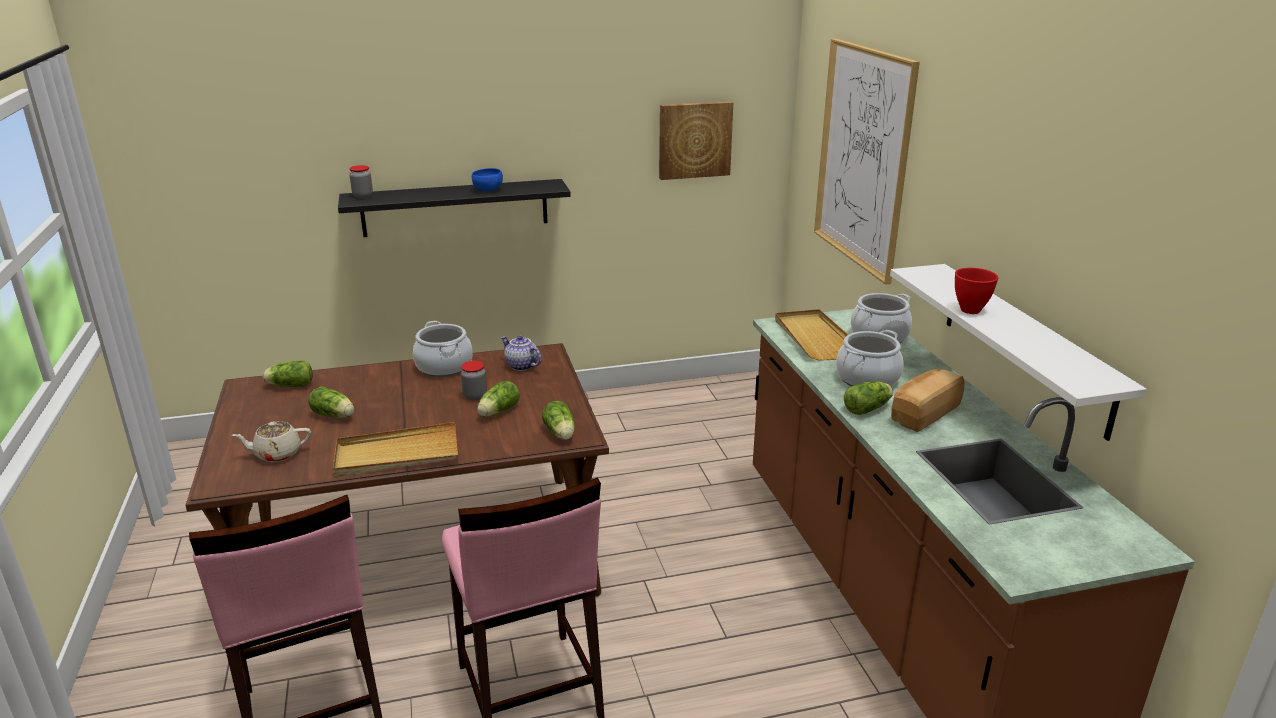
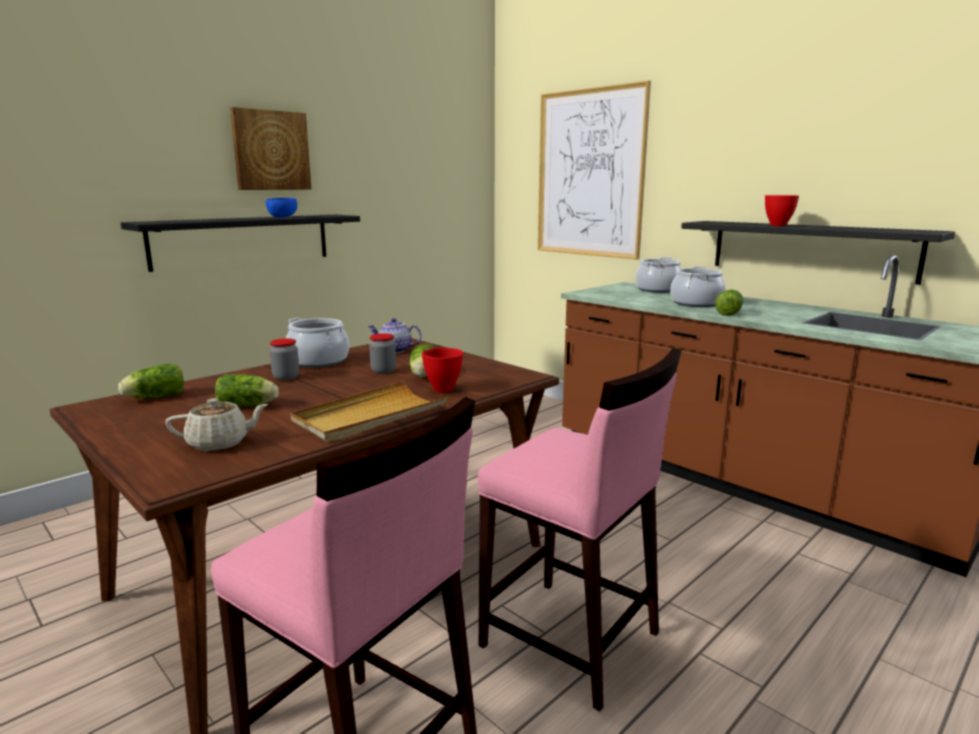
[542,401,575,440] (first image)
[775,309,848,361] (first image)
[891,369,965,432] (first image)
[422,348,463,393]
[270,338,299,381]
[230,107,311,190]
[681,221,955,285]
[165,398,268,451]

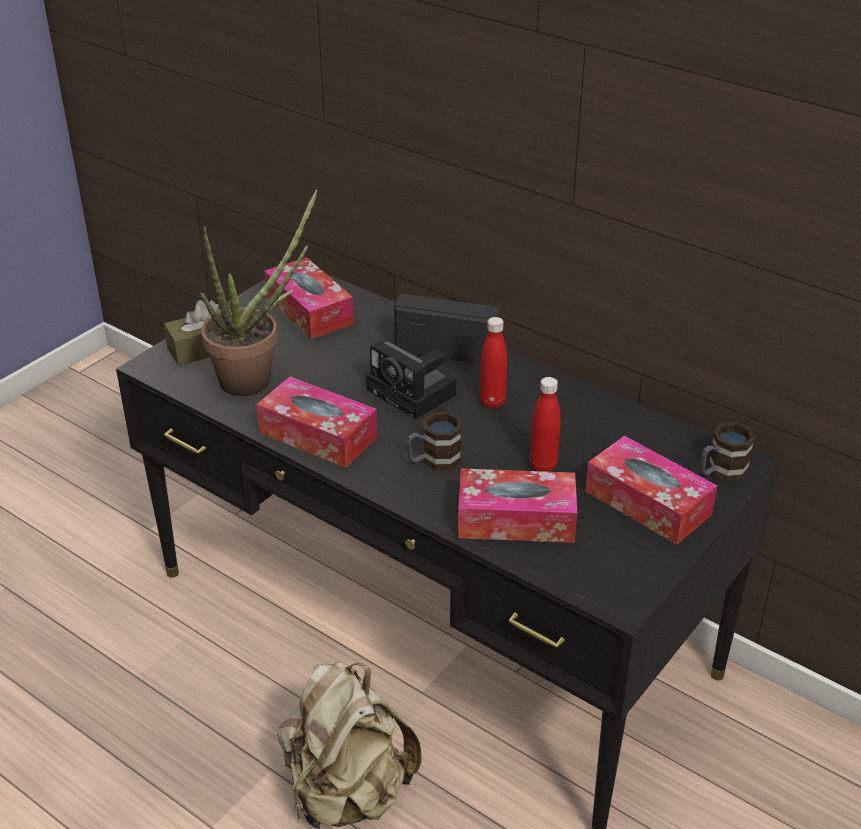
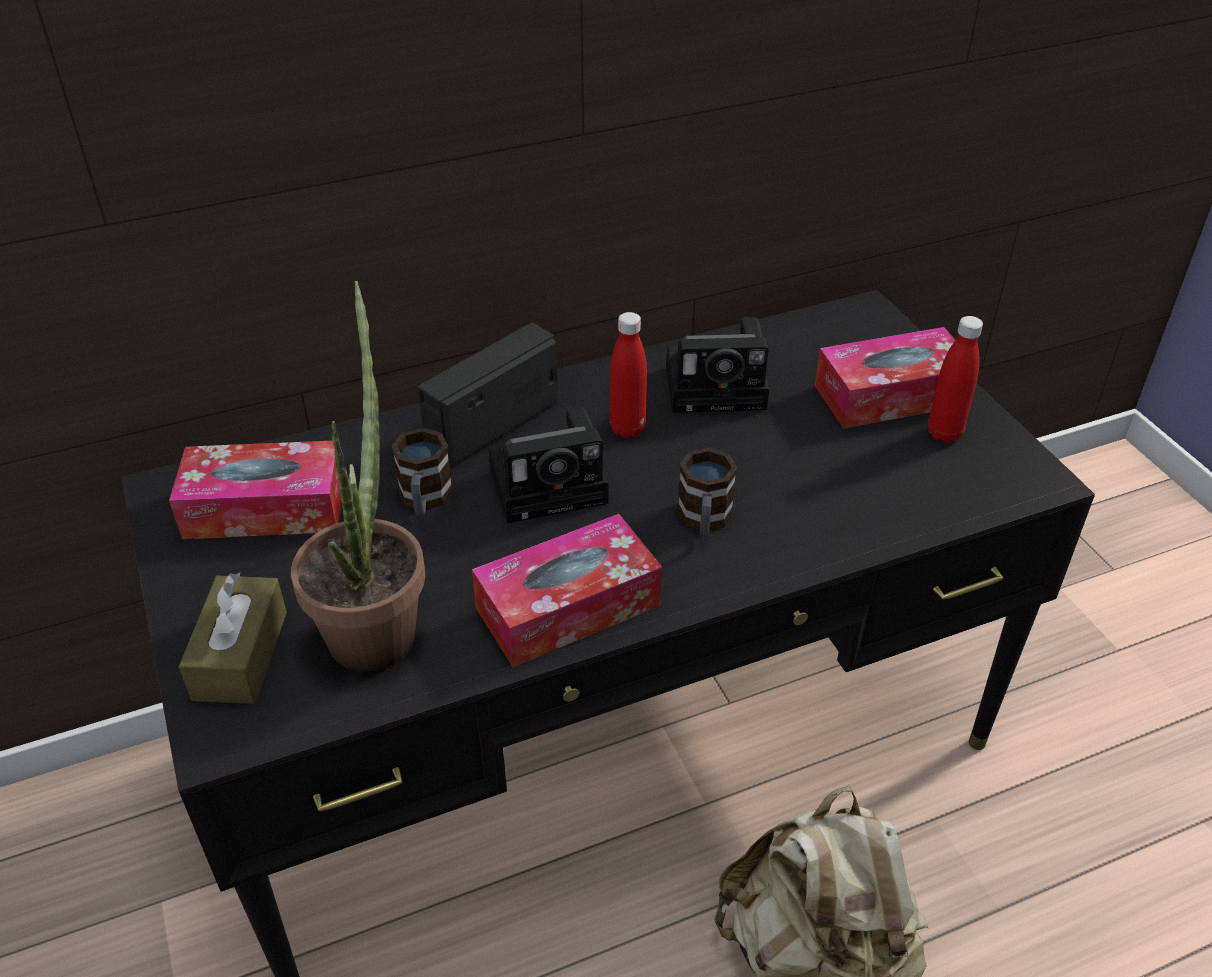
[458,468,577,543] (first image)
[666,317,769,413]
[928,316,983,443]
[392,428,453,516]

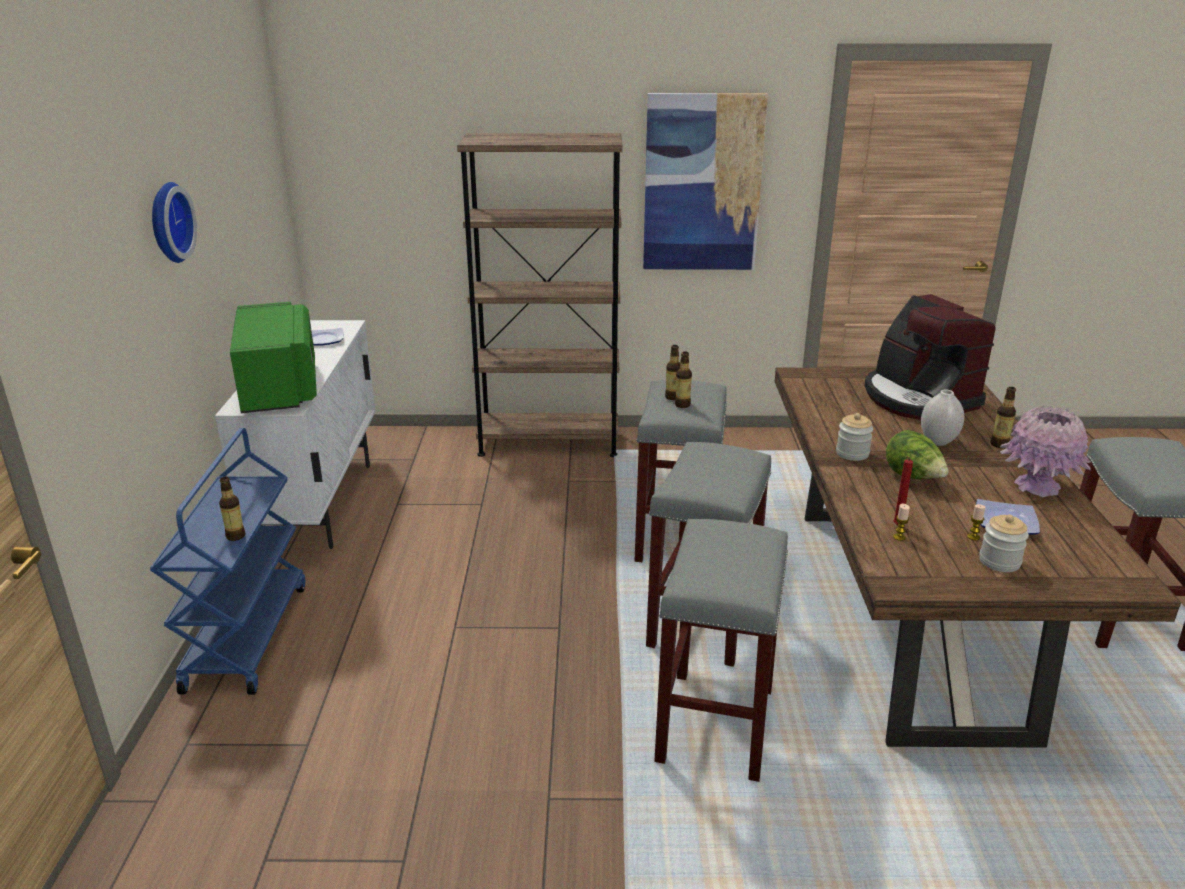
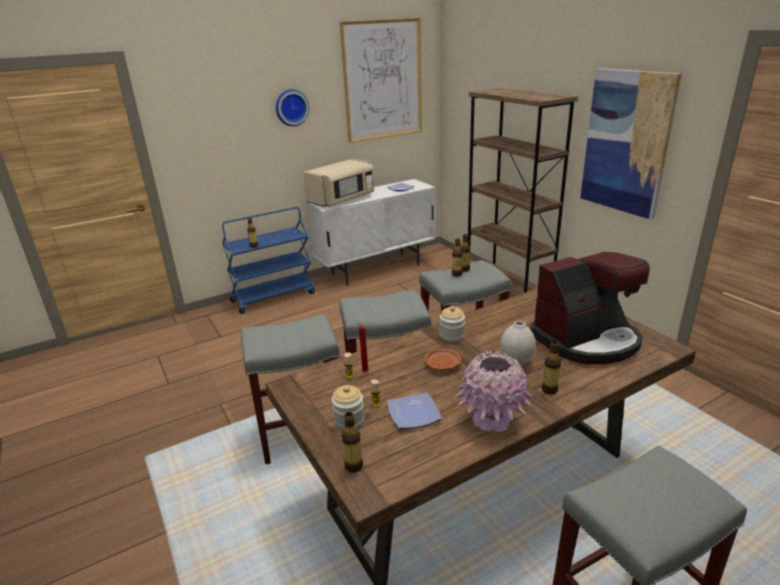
[340,18,422,143]
[342,412,363,473]
[424,348,461,370]
[303,159,374,207]
[530,252,650,364]

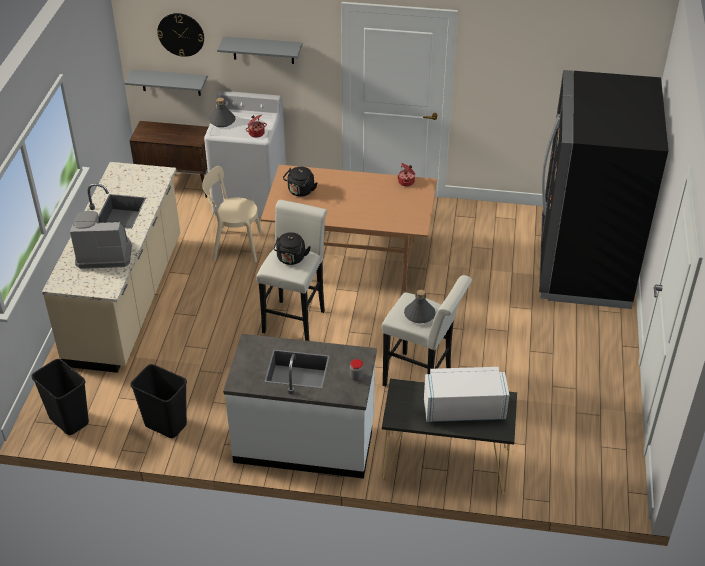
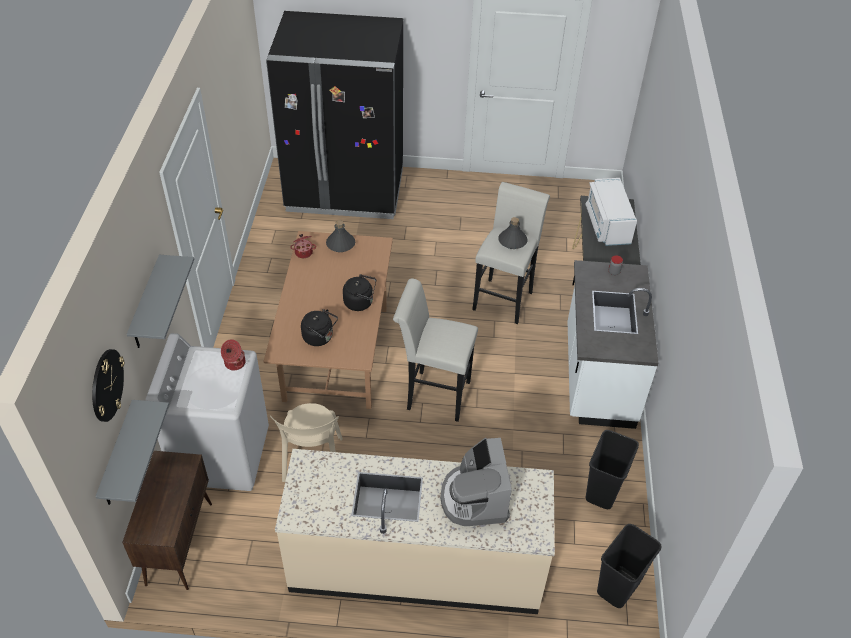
[326,220,355,252]
[343,274,376,311]

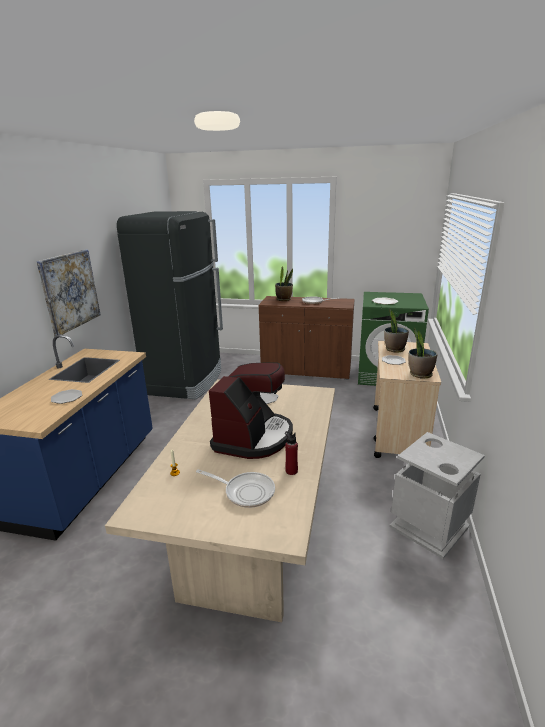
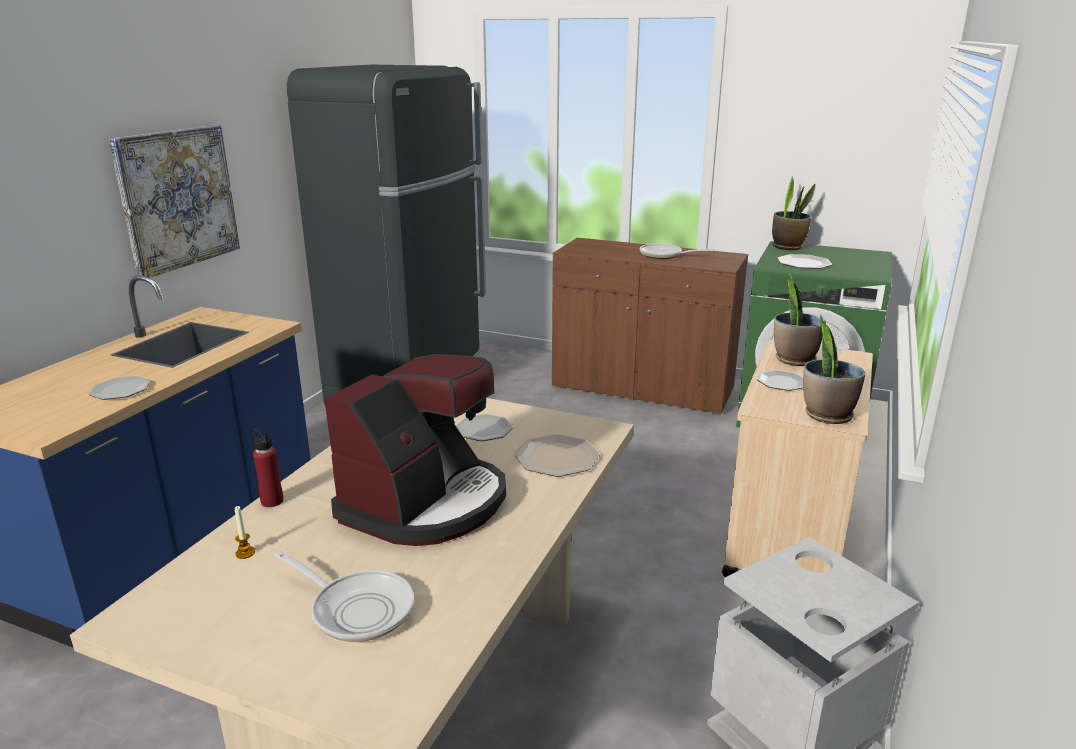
[514,434,600,477]
[772,176,816,250]
[251,428,283,507]

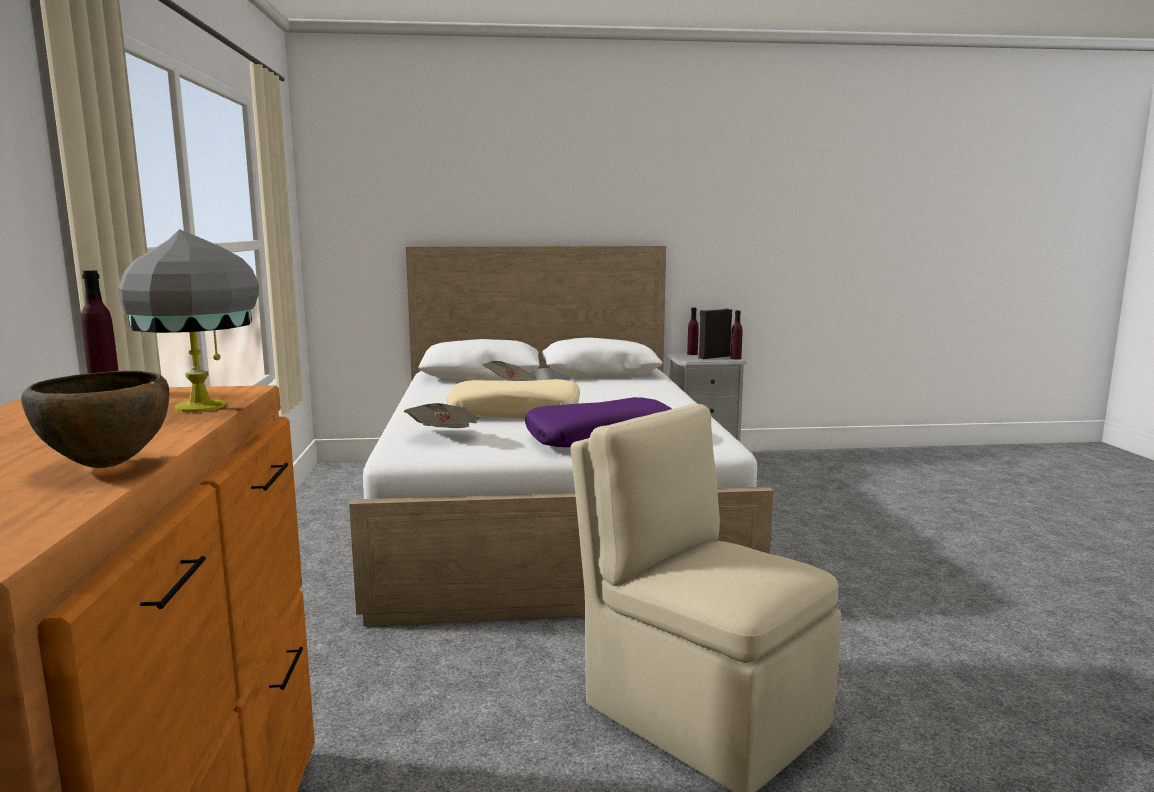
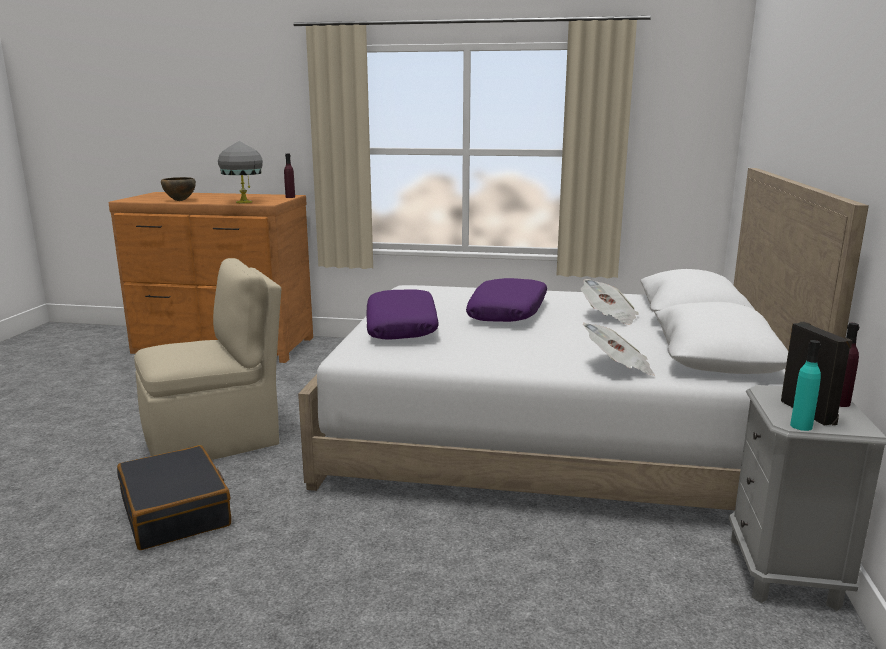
[117,445,231,550]
[583,323,656,376]
[466,278,547,322]
[790,340,821,431]

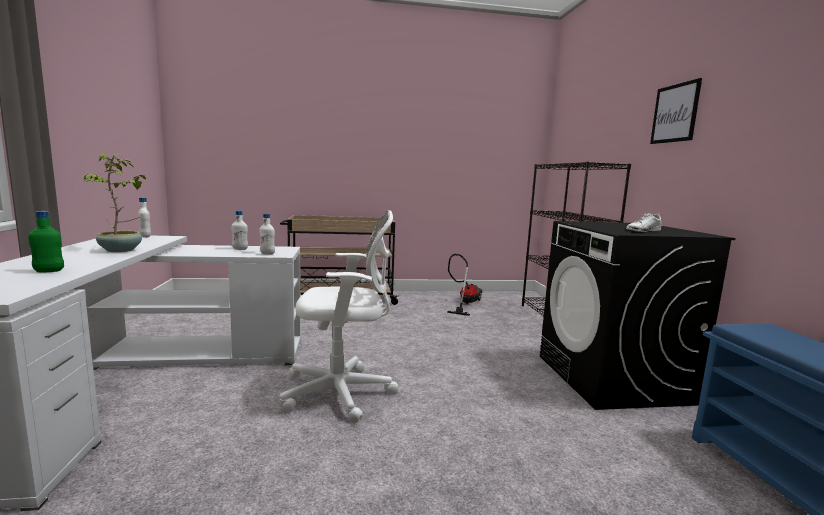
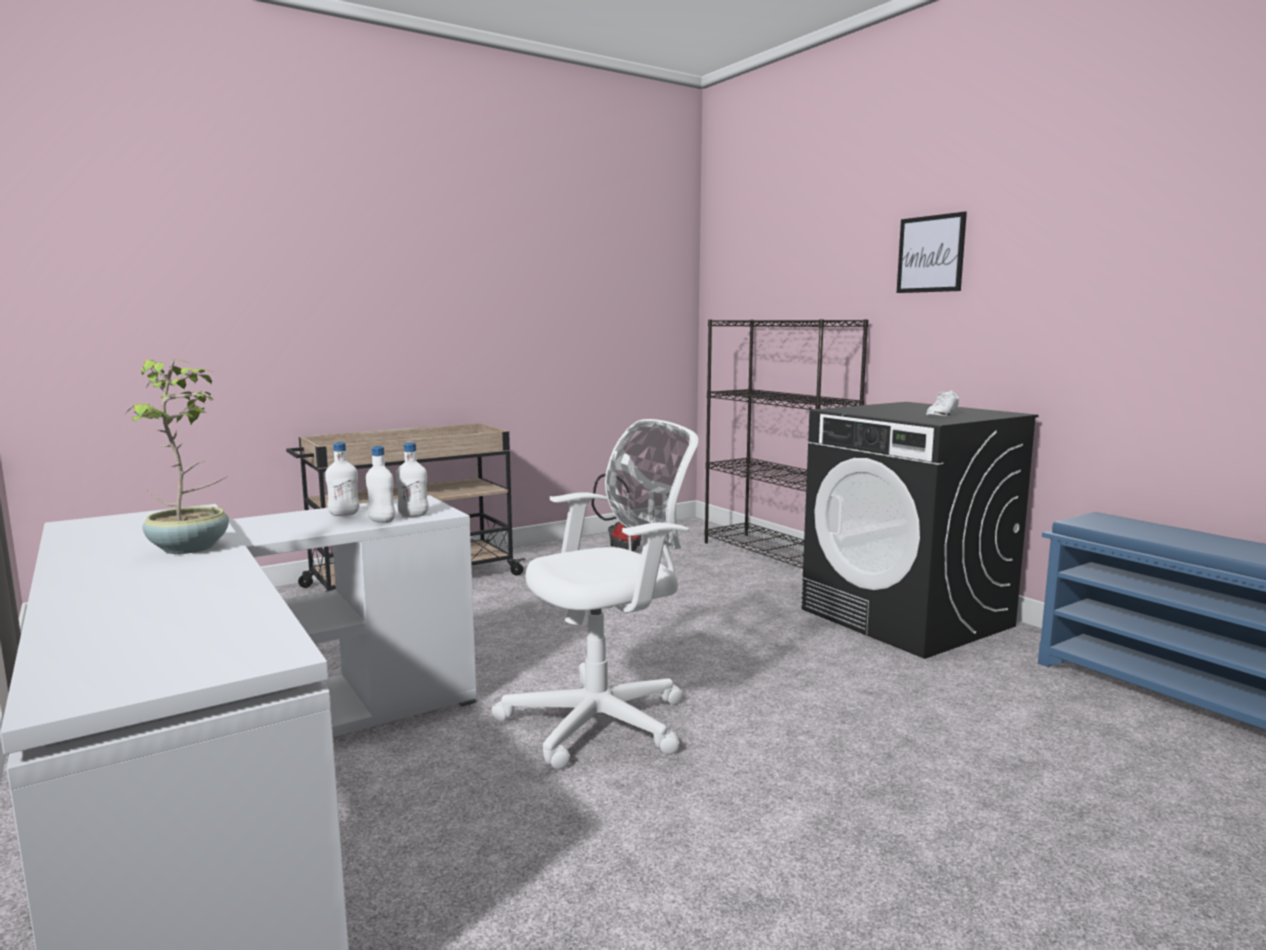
[28,211,64,273] (first image)
[366,446,395,523]

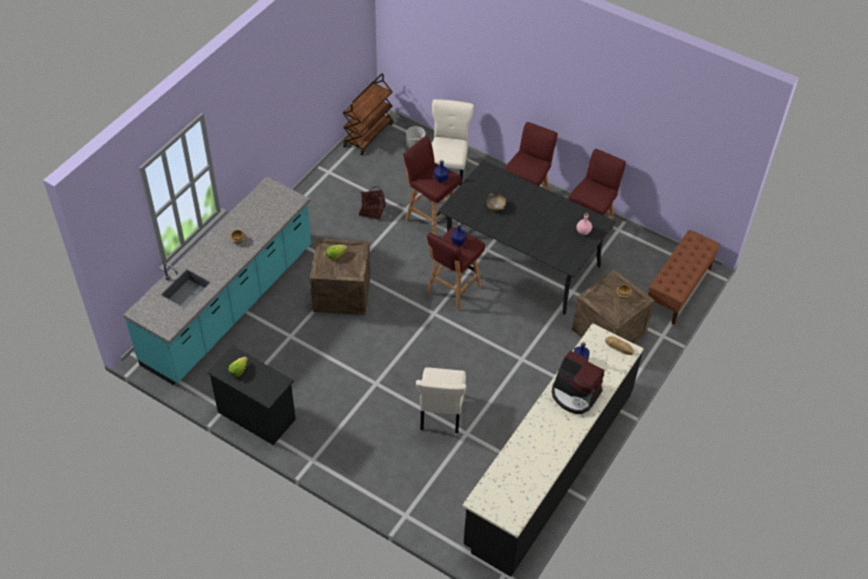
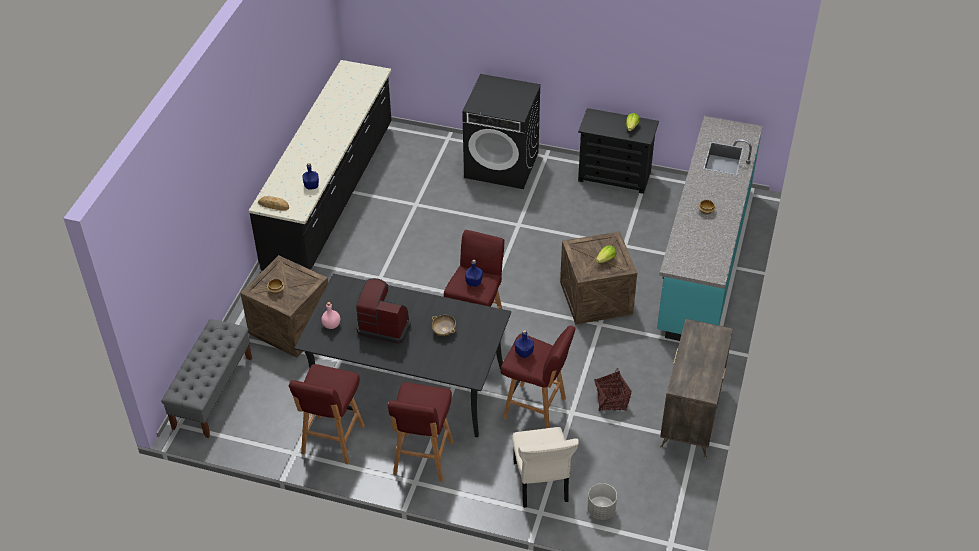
[343,73,393,155] (first image)
[416,367,466,433] (first image)
[462,74,541,189]
[660,319,733,458]
[356,278,411,344]
[161,319,252,438]

